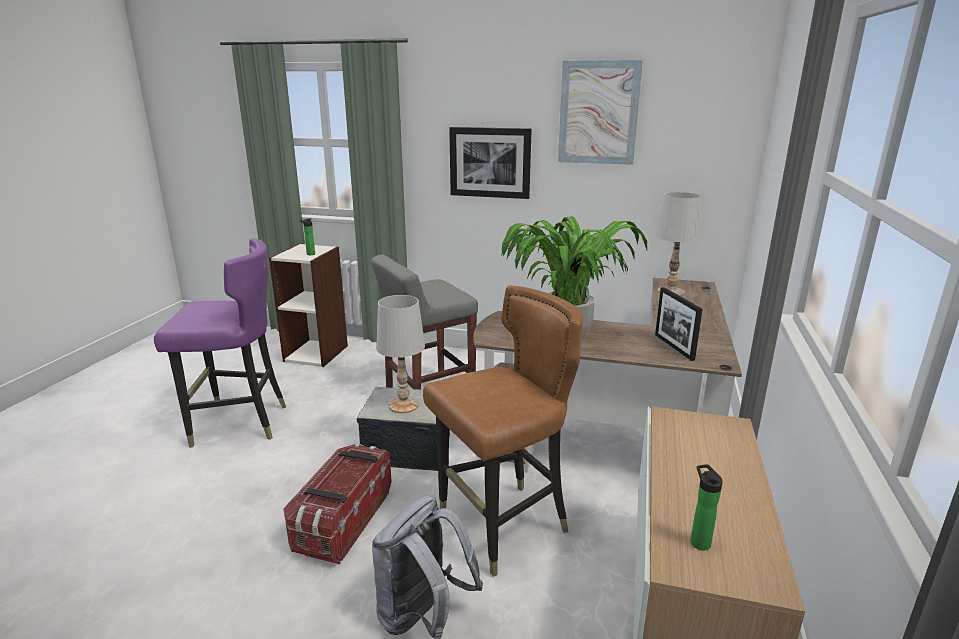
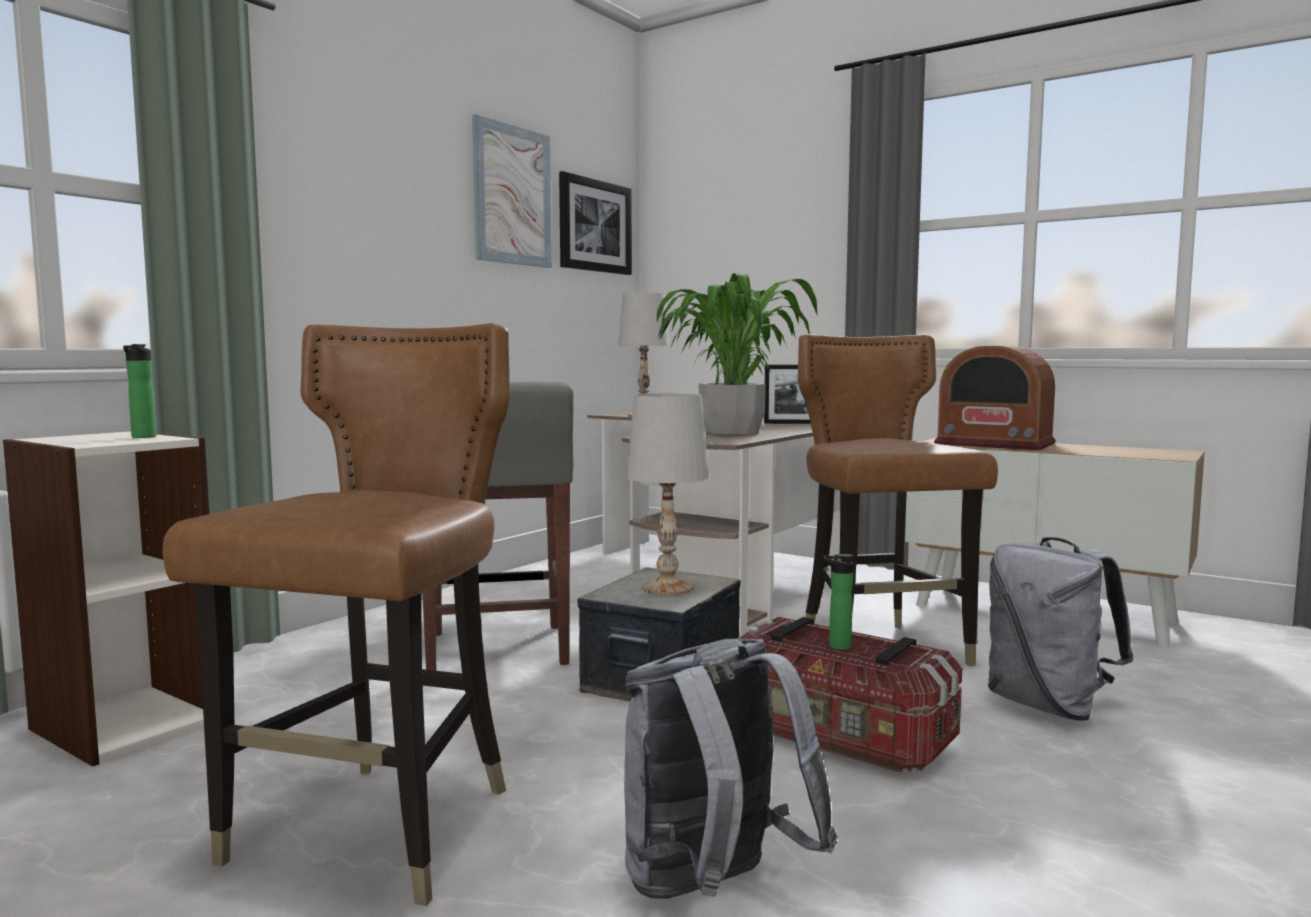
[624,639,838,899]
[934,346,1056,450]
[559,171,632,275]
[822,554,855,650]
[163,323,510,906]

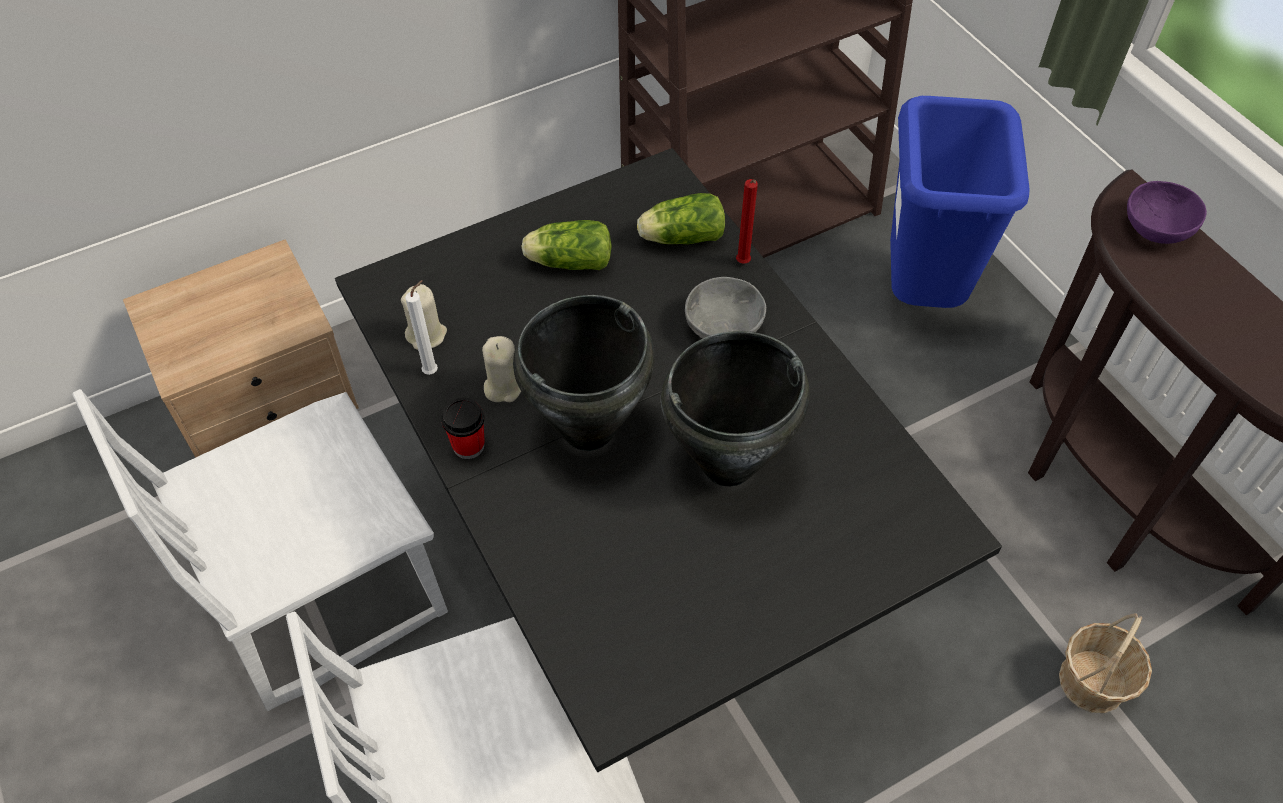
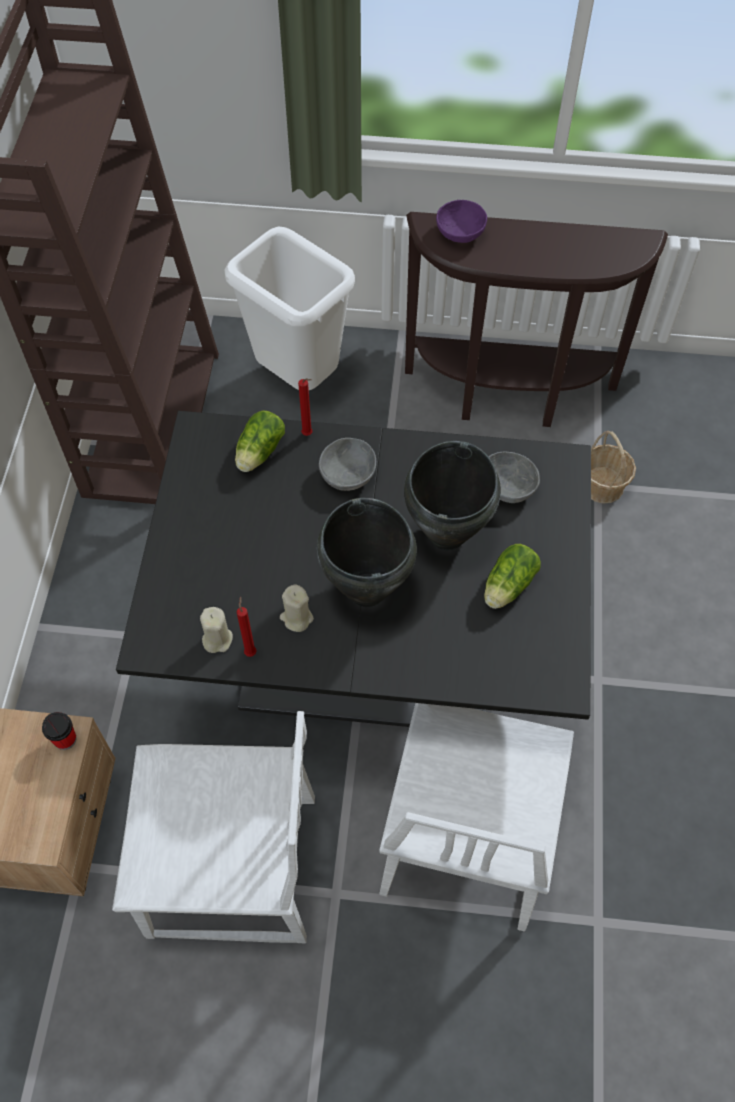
[489,452,540,503]
[42,712,76,750]
[484,544,541,609]
[236,596,257,657]
[225,227,355,390]
[112,711,315,943]

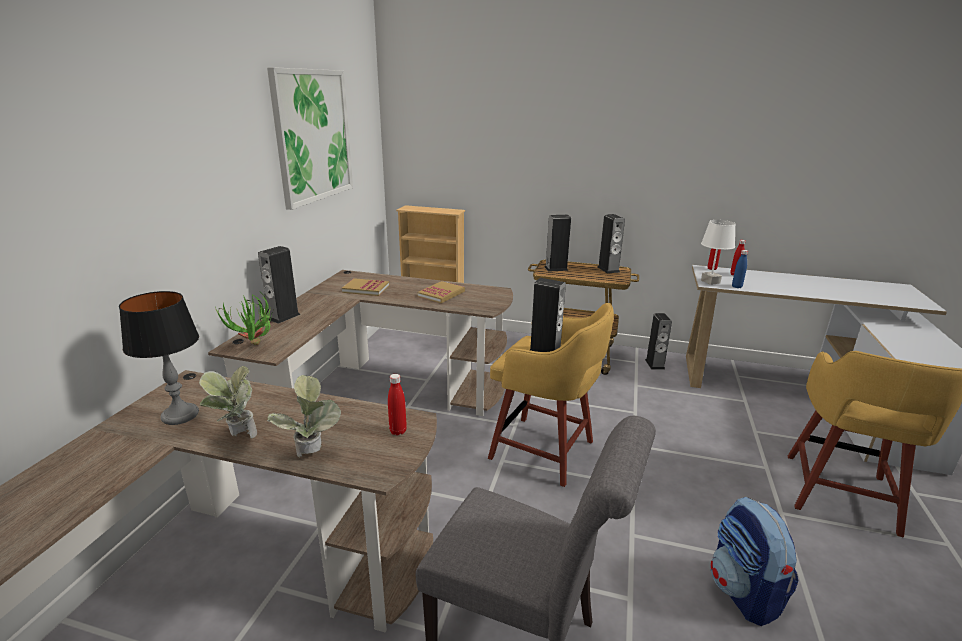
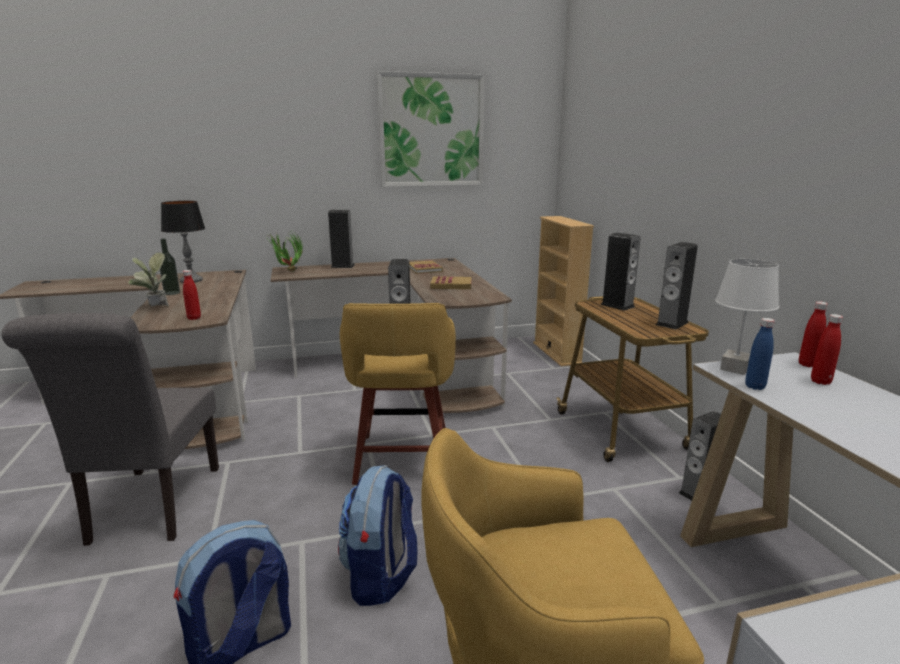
[338,465,417,606]
[160,238,180,295]

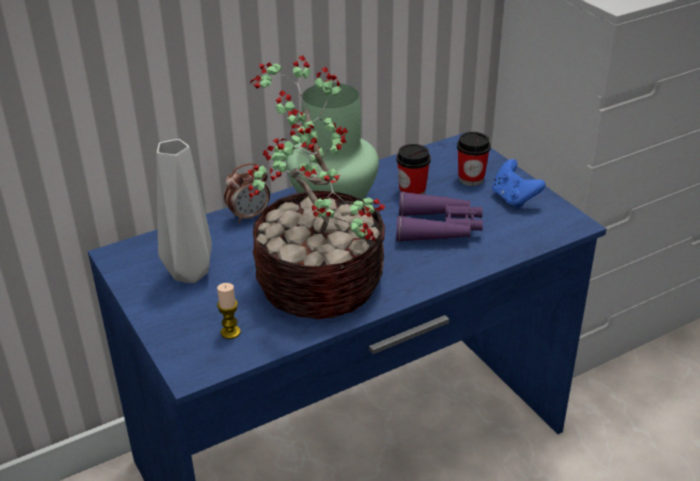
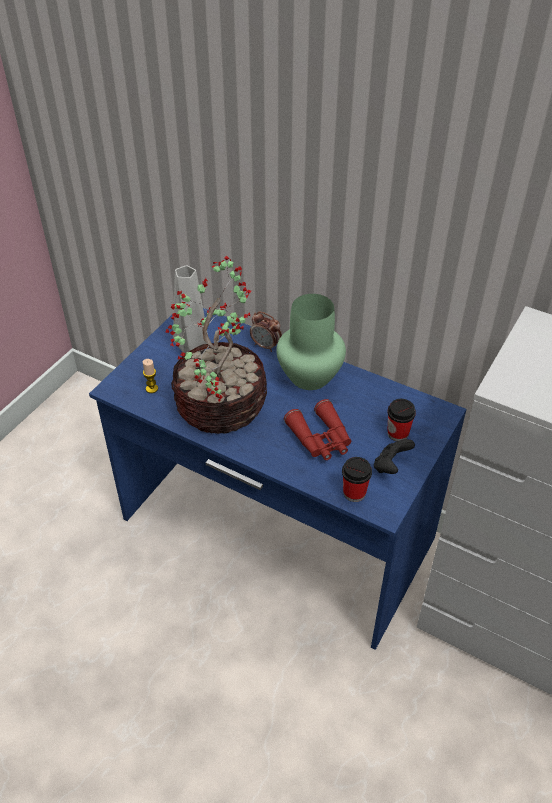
[342,457,372,502]
[284,399,351,460]
[374,439,415,474]

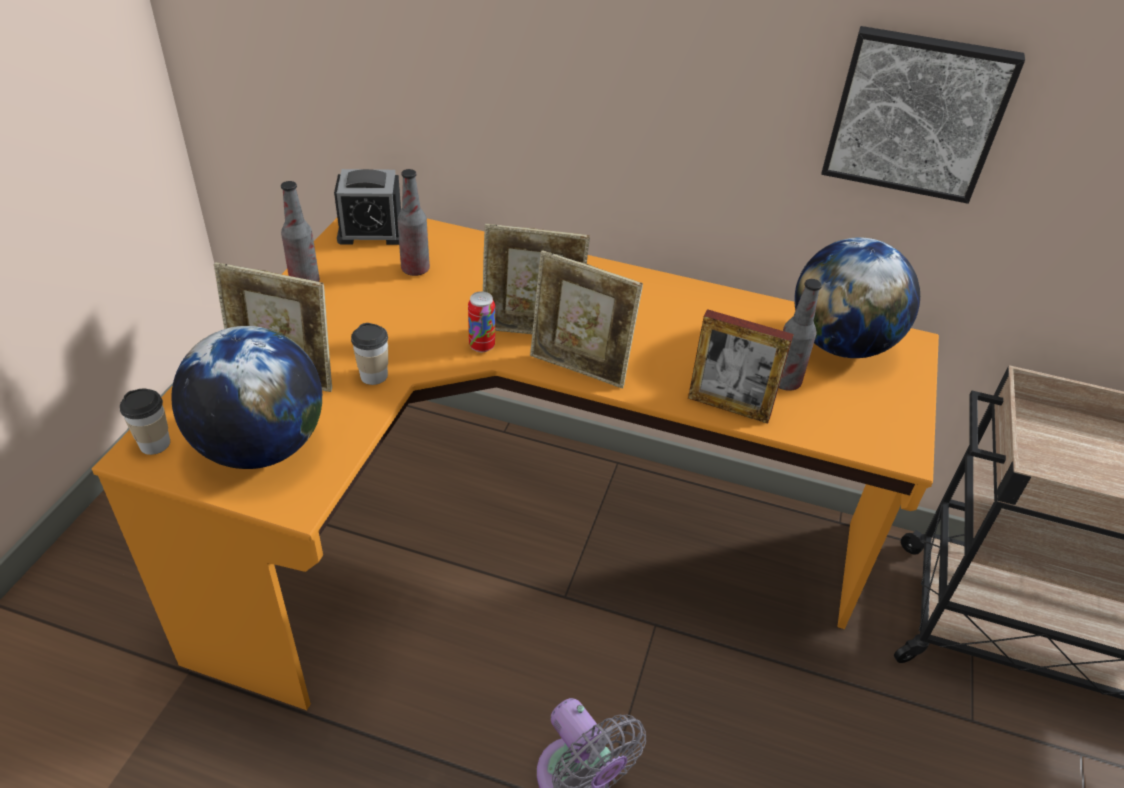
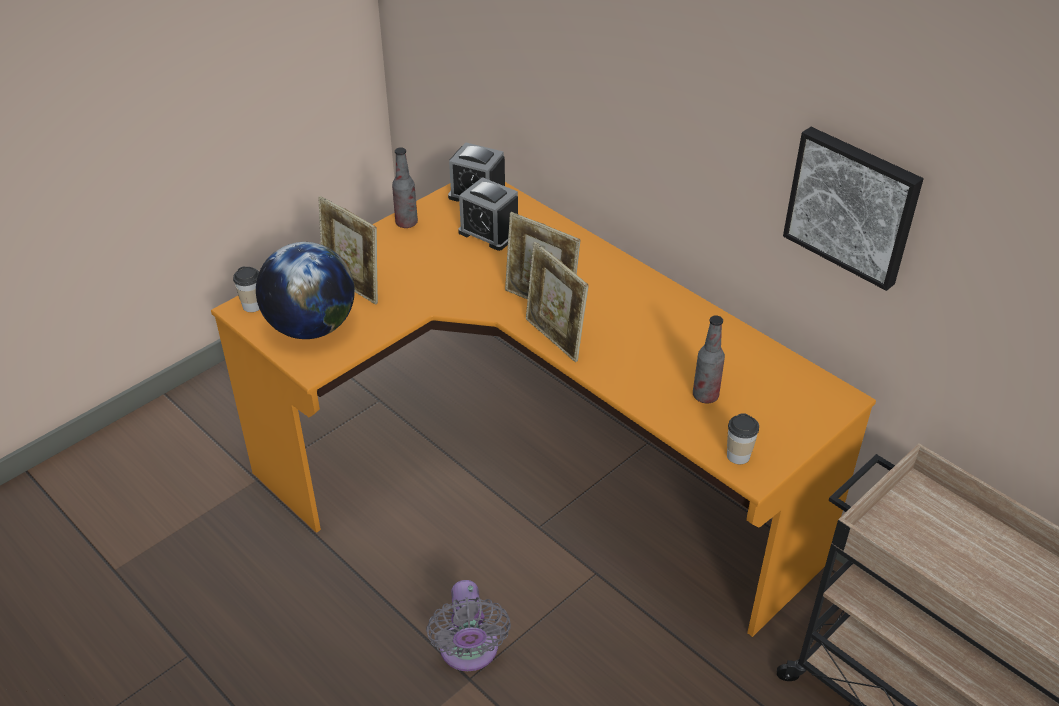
[468,291,495,352] (first image)
[688,309,794,424] (first image)
[794,237,920,358] (first image)
[727,413,759,464]
[458,177,518,251]

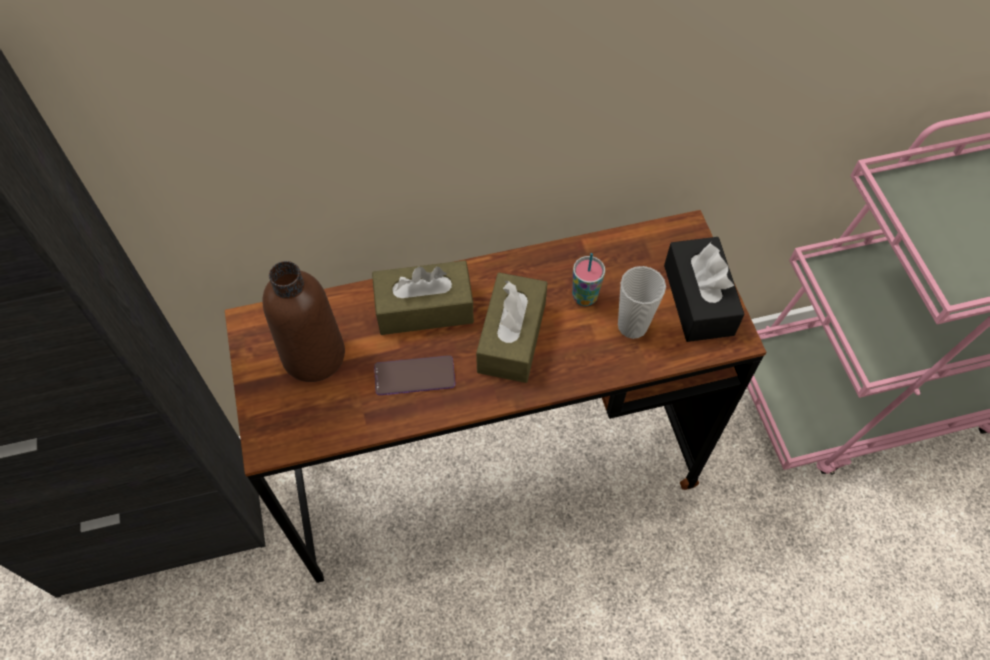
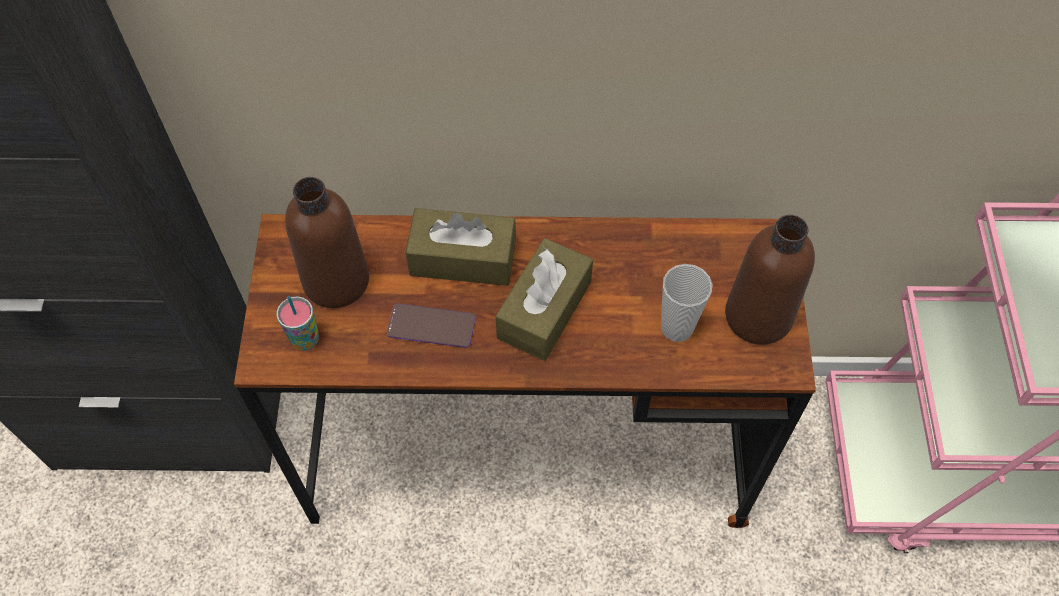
[276,296,319,351]
[725,215,815,345]

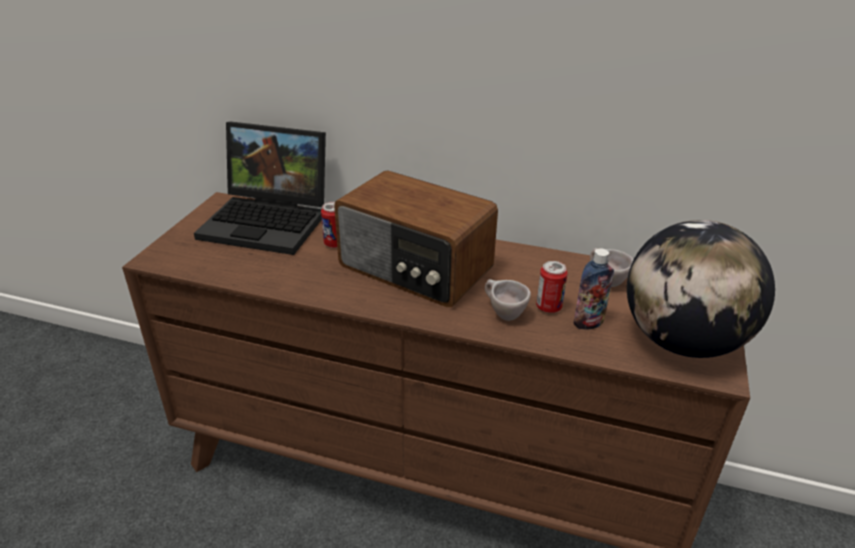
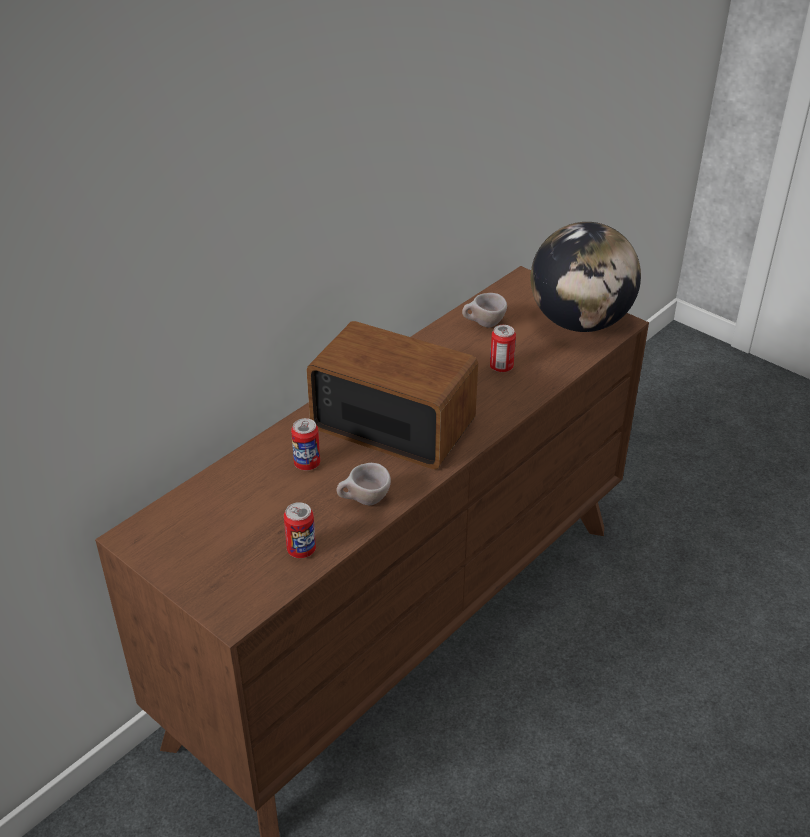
[194,121,326,255] (first image)
[574,248,614,330] (first image)
[284,502,316,558]
[336,463,391,505]
[306,321,478,469]

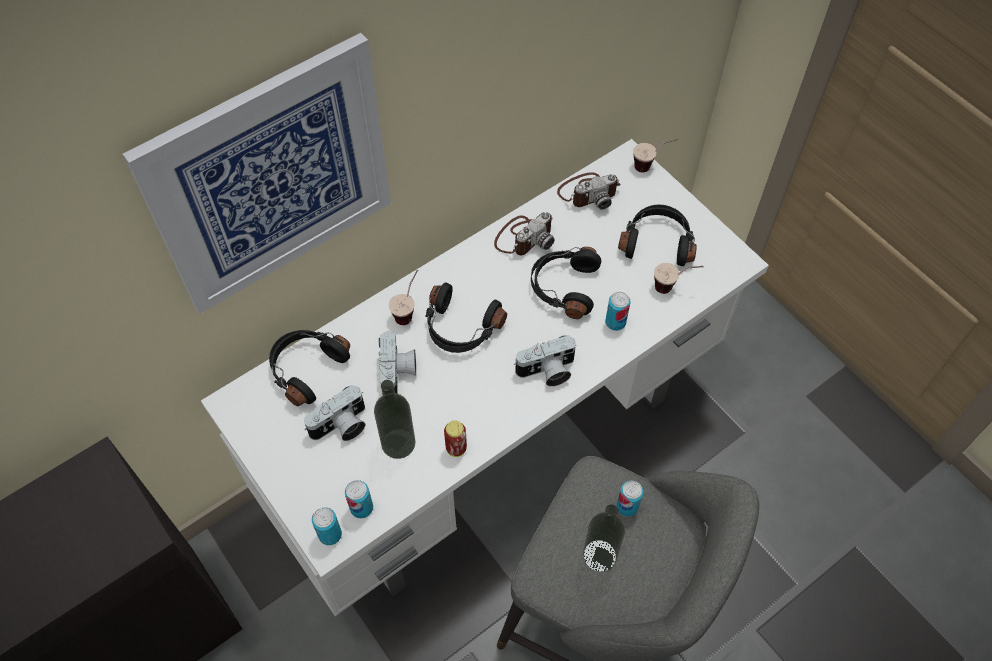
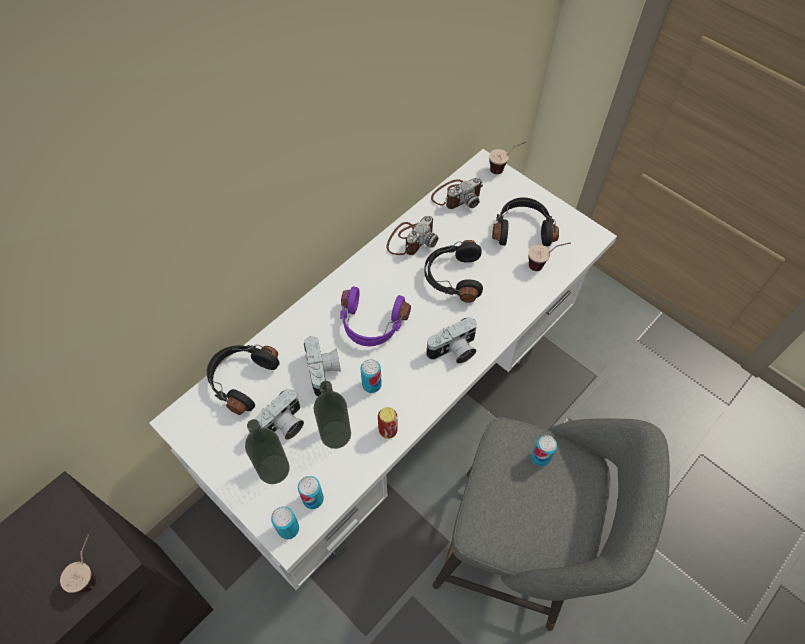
[123,33,391,314] (first image)
[60,534,96,593]
[245,419,290,484]
[361,359,382,393]
[340,286,411,346]

